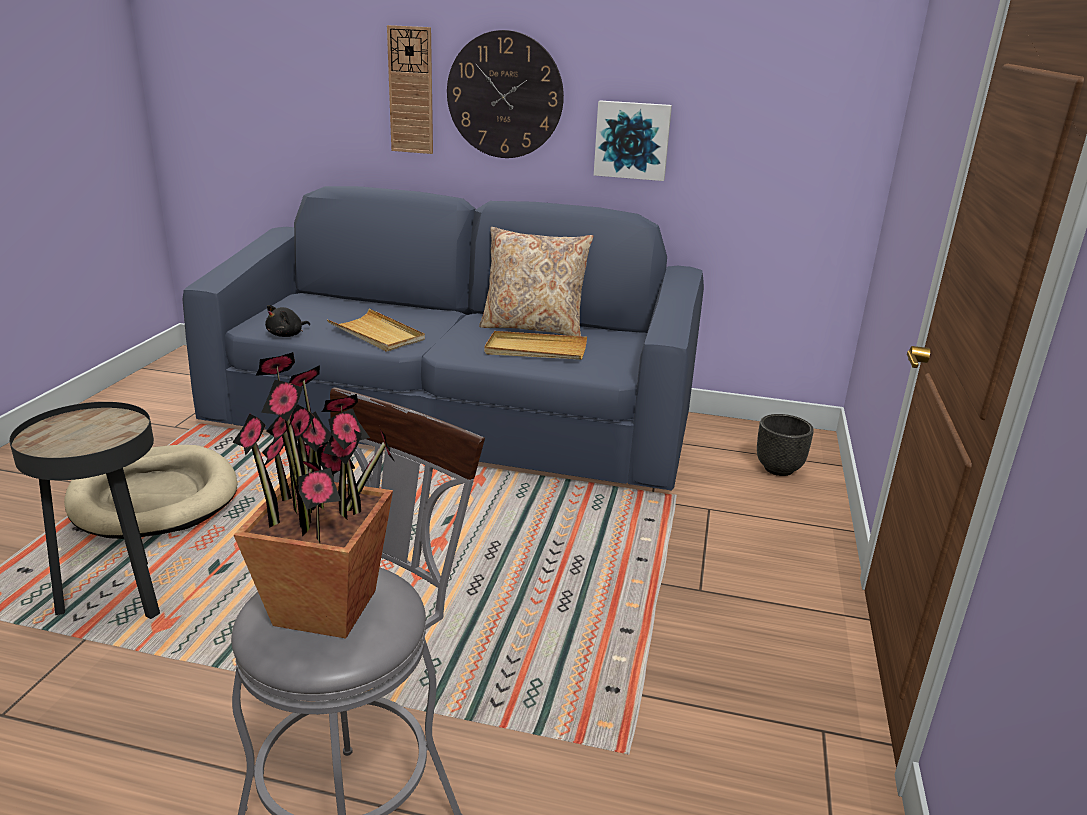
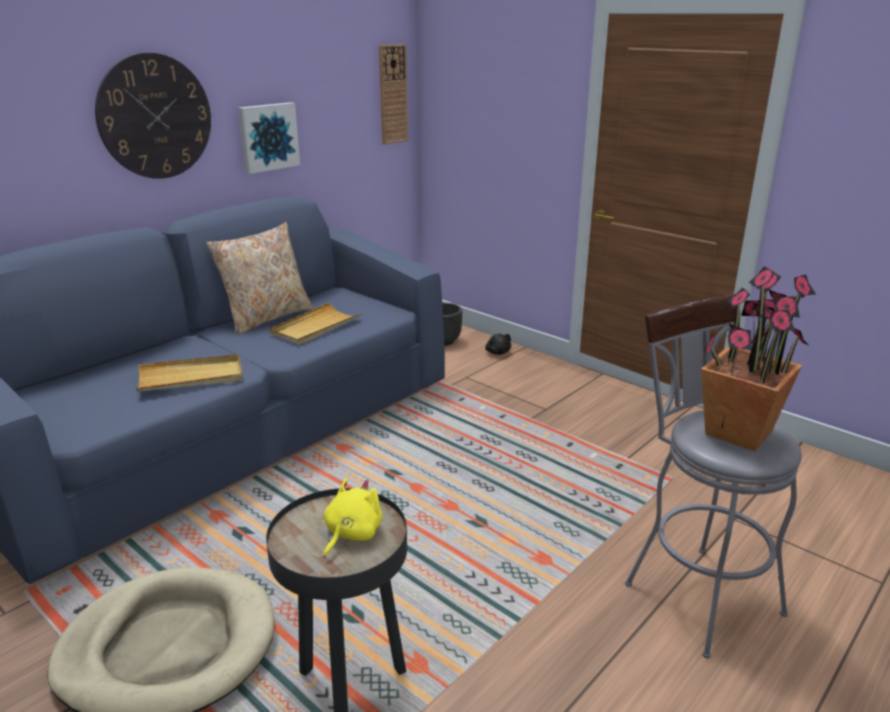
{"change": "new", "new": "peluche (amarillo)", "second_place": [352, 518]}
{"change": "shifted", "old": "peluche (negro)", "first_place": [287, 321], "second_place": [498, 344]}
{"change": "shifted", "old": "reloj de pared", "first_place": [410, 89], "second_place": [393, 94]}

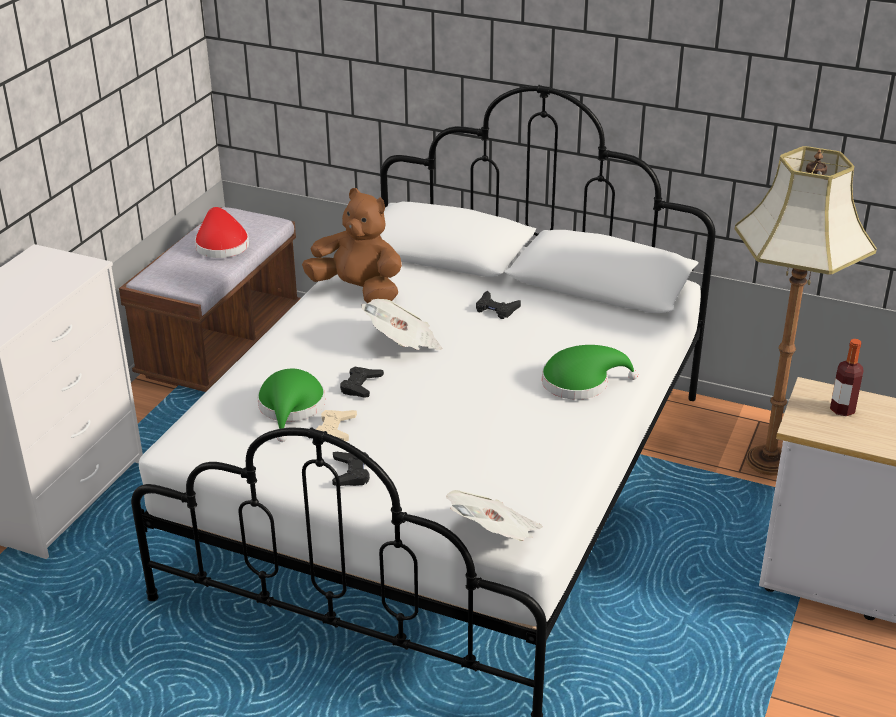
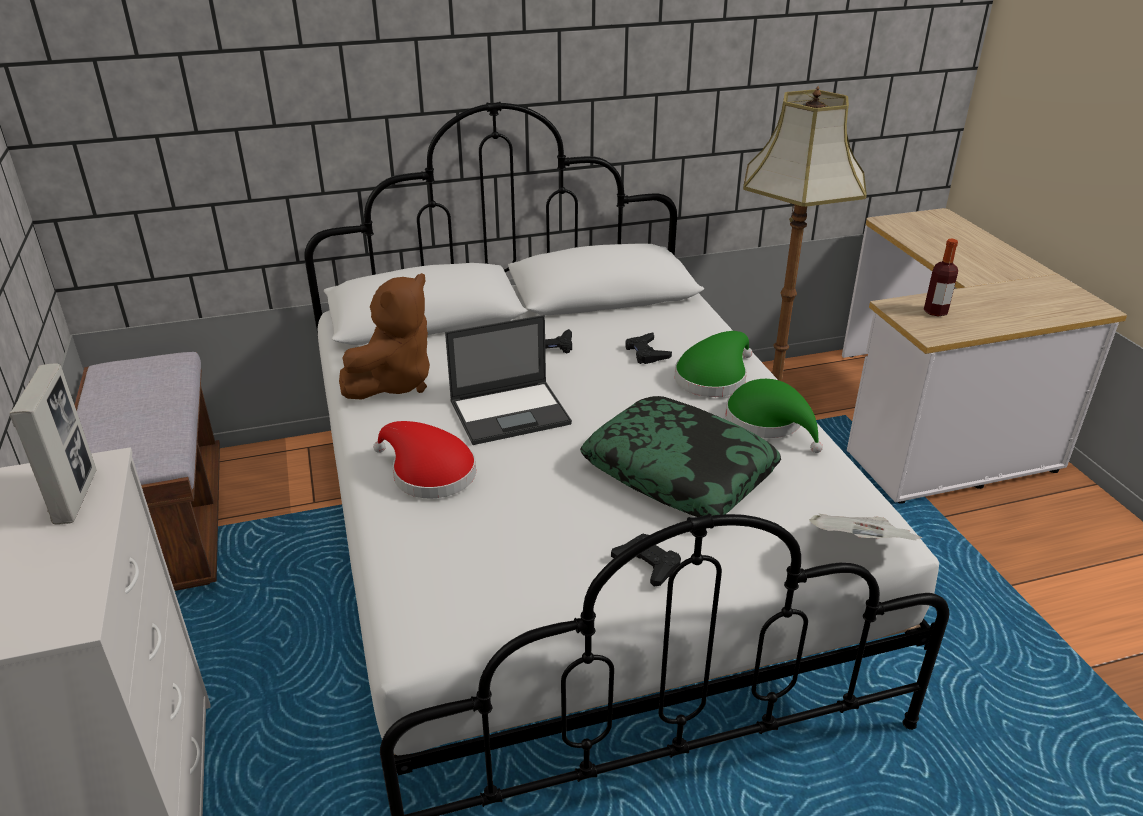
{"change": "gone", "old": "mando de consola (beis)", "first_place": [336, 425]}
{"change": "new", "new": "portarretratos", "second_place": [53, 443]}
{"change": "new", "new": "cojín", "second_place": [680, 456]}
{"change": "shifted", "old": "sombrero (rojo)", "first_place": [222, 232], "second_place": [424, 460]}
{"change": "shifted", "old": "sombrero (verde)", "first_place": [291, 405], "second_place": [774, 416]}
{"change": "shifted", "old": "mando de consola (negro)", "first_place": [362, 382], "second_place": [648, 348]}
{"change": "swapped", "old": "periódico", "new": "portátil", "first_place": [401, 324], "second_place": [508, 380]}
{"change": "rotated", "old": "peluche (marrón)", "first_place": [352, 245], "second_place": [384, 336], "degrees": 135}

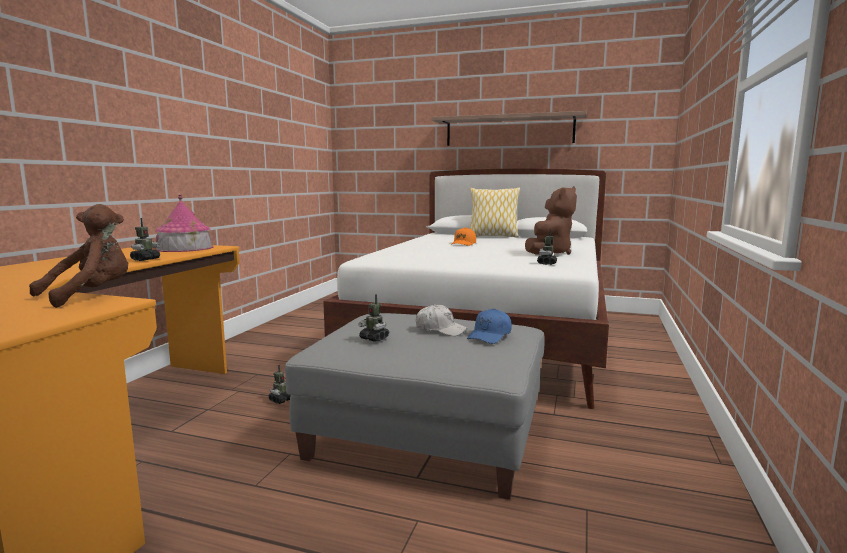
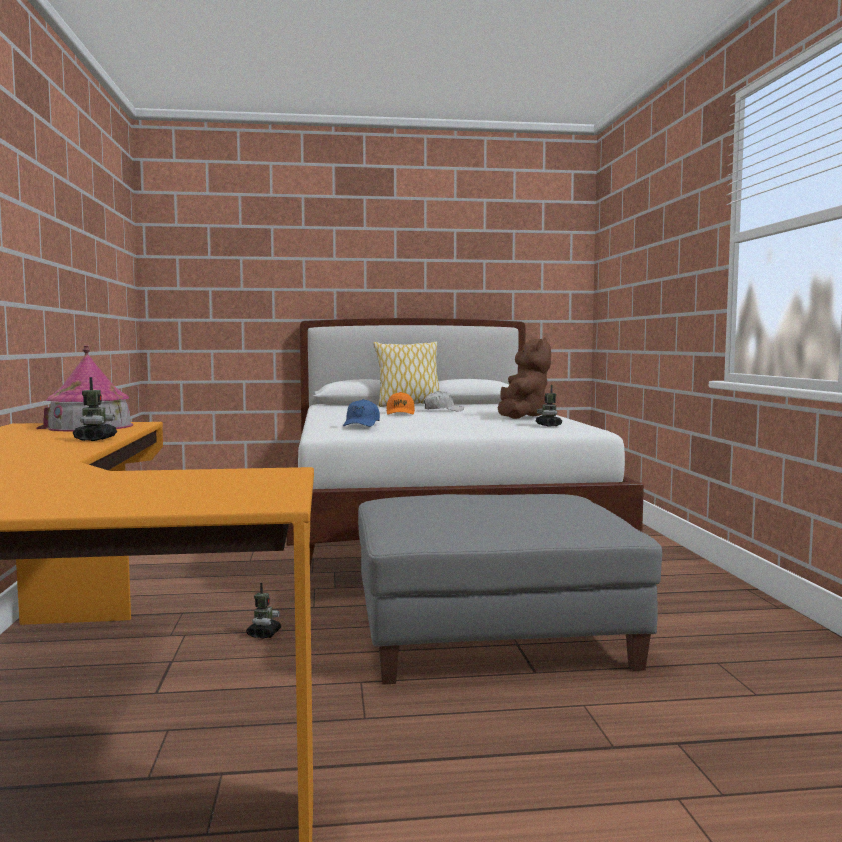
{"change": "gone", "old": "peluche (marrón)", "first_place": [78, 256]}
{"change": "gone", "old": "robot de juguete", "first_place": [373, 318]}
{"change": "gone", "old": "estante", "first_place": [509, 128]}
{"change": "shifted", "old": "gorra (blanco)", "first_place": [441, 320], "second_place": [444, 401]}
{"change": "shifted", "old": "gorra (azul)", "first_place": [489, 326], "second_place": [361, 413]}

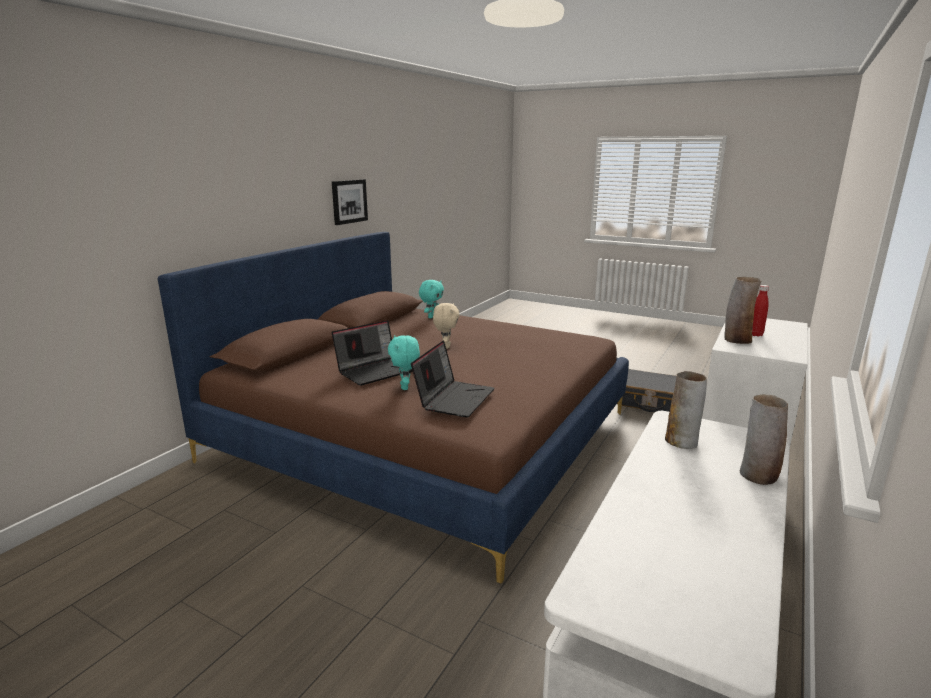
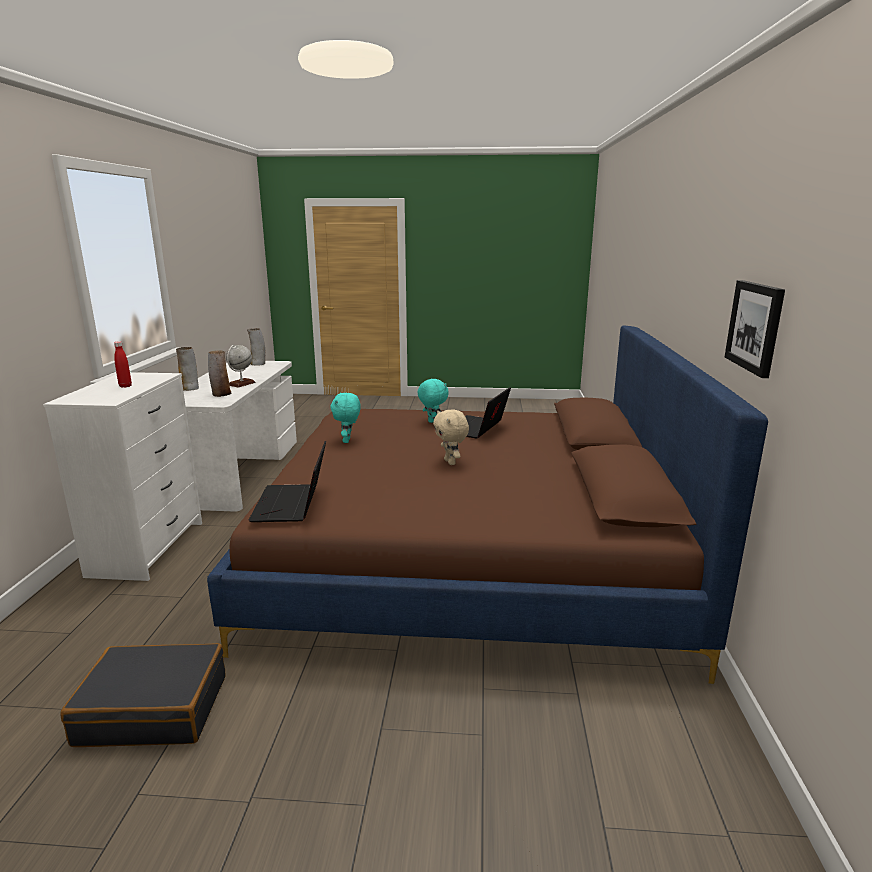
{"change": "new", "new": "globo terráqueo", "second_place": [241, 366]}
{"change": "shifted", "old": "portátil", "first_place": [452, 379], "second_place": [287, 481]}
{"change": "shifted", "old": "peluche (turquesa)", "first_place": [431, 299], "second_place": [345, 418]}
{"change": "shifted", "old": "florero", "first_place": [742, 310], "second_place": [256, 347]}

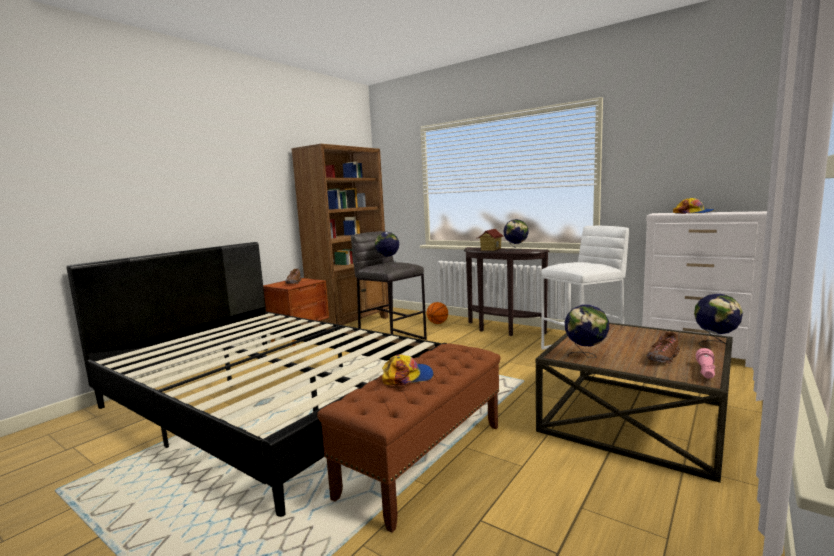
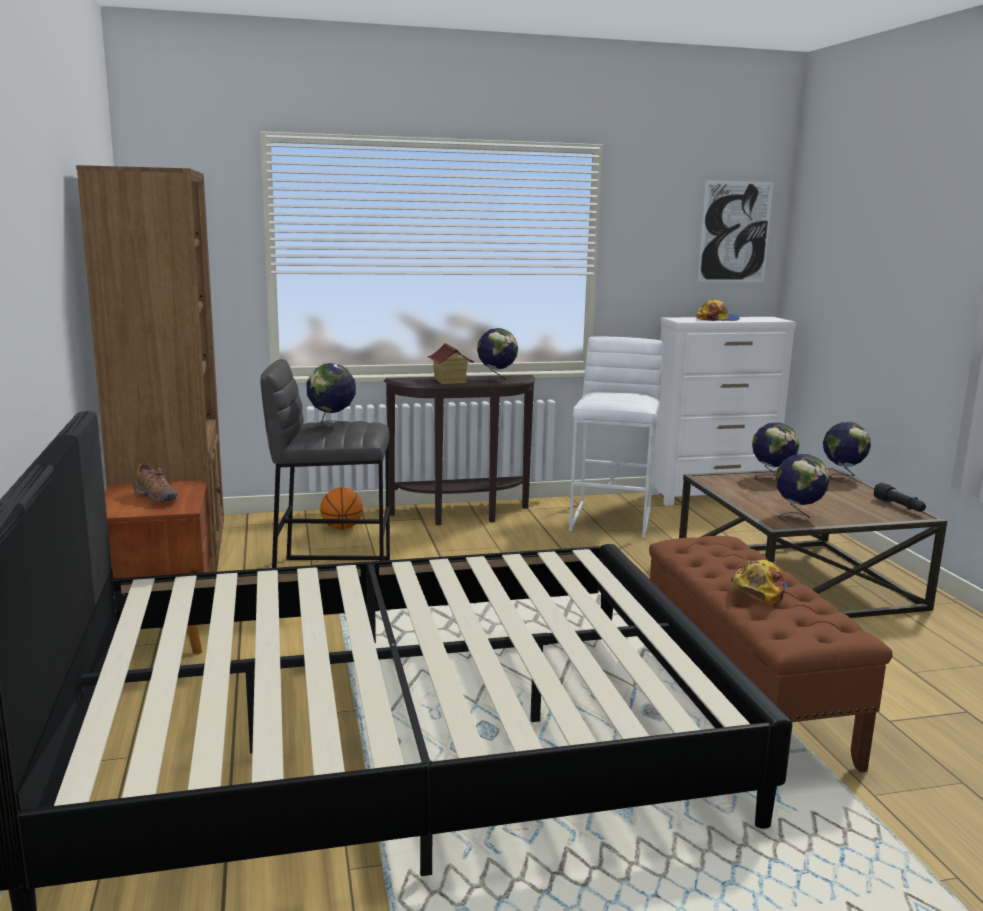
{"change": "gone", "old": "zapato (marrón)", "first_place": [663, 348]}
{"change": "new", "new": "cuadro", "second_place": [735, 231]}
{"change": "new", "new": "globo terráqueo", "second_place": [775, 452]}
{"change": "repainted", "old": "linterna (rosa)", "new": "linterna (negro)", "first_place": [705, 363], "second_place": [899, 497]}

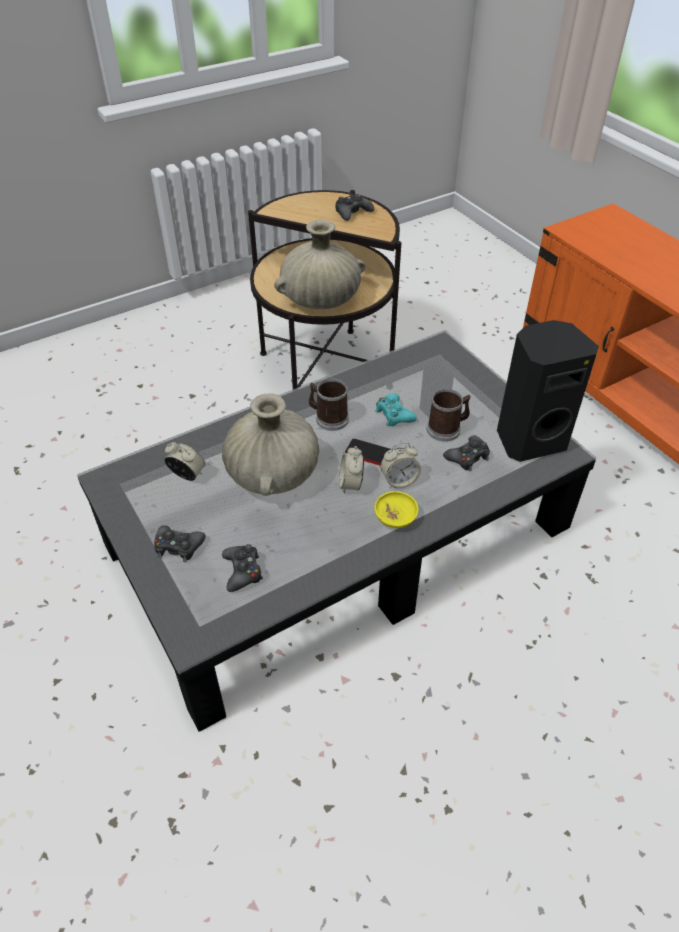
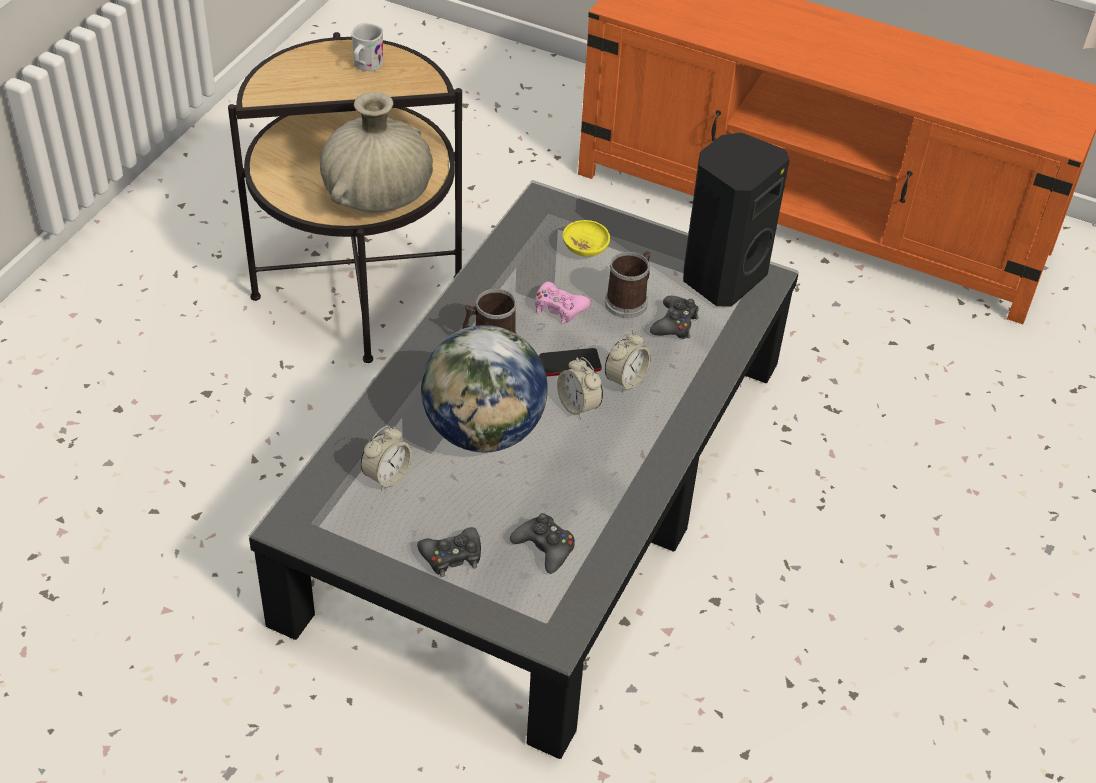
{"change": "shifted", "old": "cuenco (amarillo)", "first_place": [396, 509], "second_place": [586, 238]}
{"change": "swapped", "old": "florero (beis)", "new": "globo terráqueo", "first_place": [270, 445], "second_place": [484, 389]}
{"change": "swapped", "old": "mando de consola (negro)", "new": "taza grande (blanco)", "first_place": [354, 207], "second_place": [367, 47]}
{"change": "repainted", "old": "mando de consola (turquesa)", "new": "mando de consola (rosa)", "first_place": [396, 409], "second_place": [563, 303]}
{"change": "rotated", "old": "despertador", "first_place": [185, 461], "second_place": [386, 457], "degrees": 135}

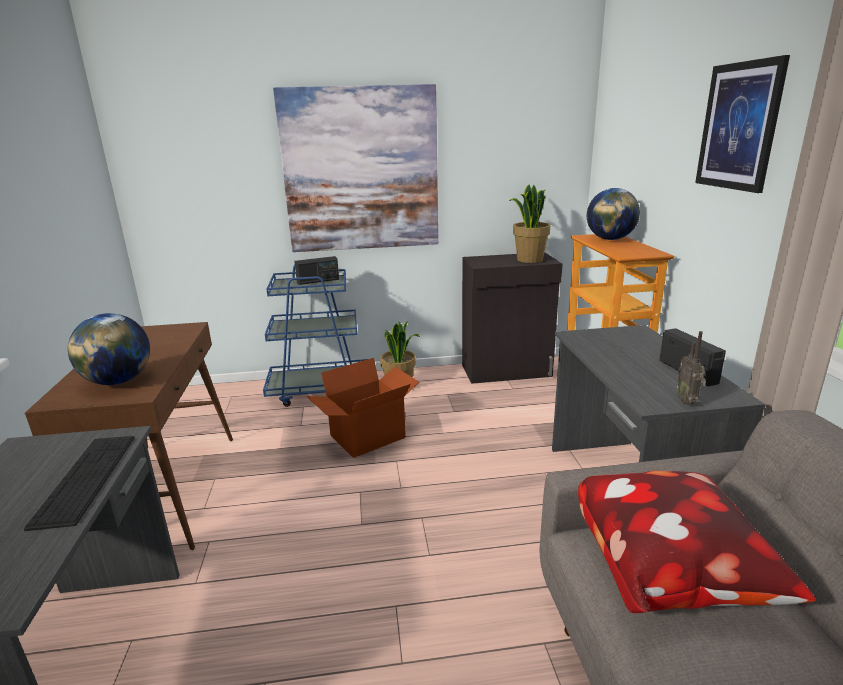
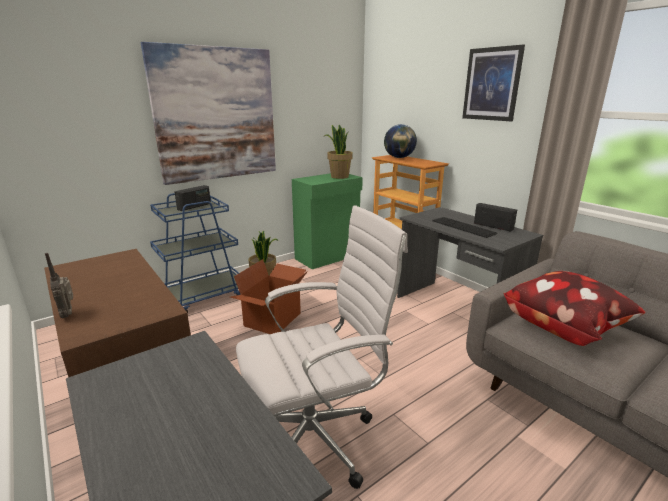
{"change": "gone", "old": "globo terráqueo", "first_place": [109, 349]}
{"change": "new", "new": "silla de oficina (blanco)", "second_place": [322, 347]}
{"change": "shifted", "old": "teclado", "first_place": [79, 483], "second_place": [465, 227]}
{"change": "shifted", "old": "radio", "first_place": [691, 368], "second_place": [59, 285]}
{"change": "repainted", "old": "armario (negro)", "new": "armario (verde)", "first_place": [512, 318], "second_place": [327, 221]}

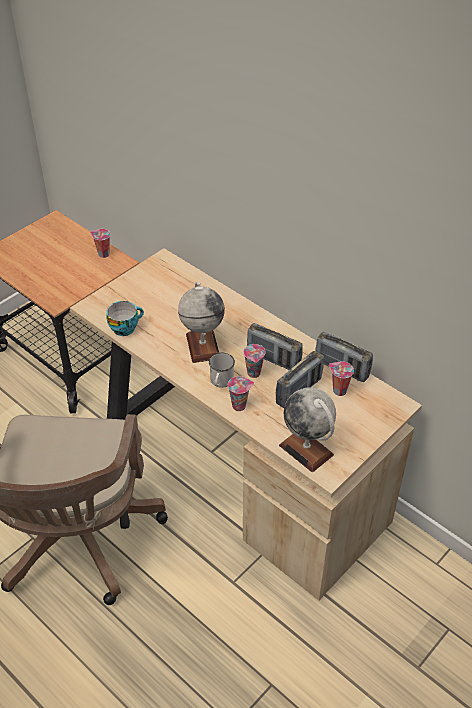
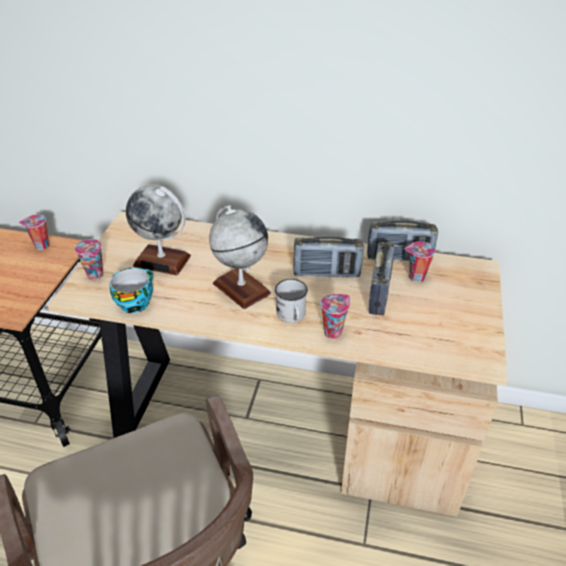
{"change": "shifted", "old": "taza", "first_place": [254, 361], "second_place": [89, 259]}
{"change": "shifted", "old": "globo terráqueo", "first_place": [307, 429], "second_place": [158, 229]}

